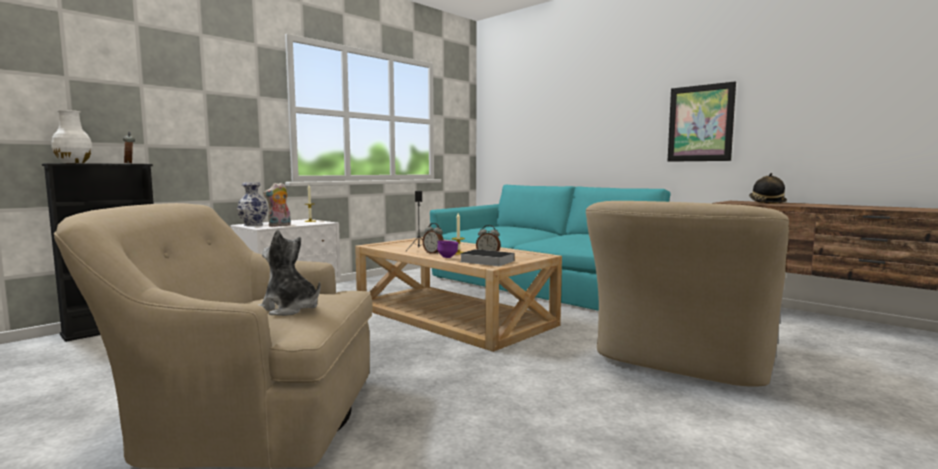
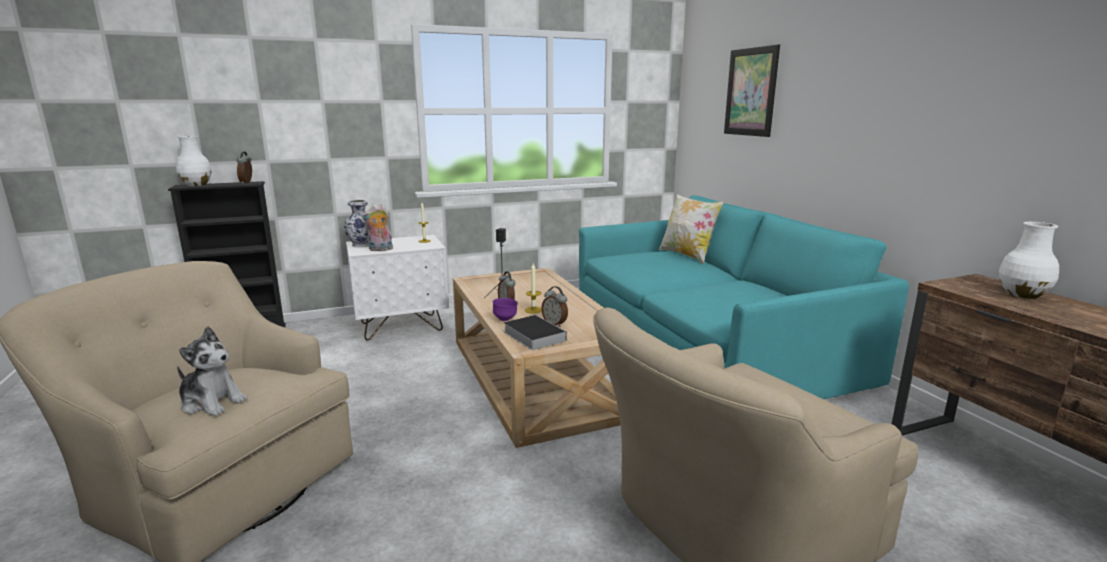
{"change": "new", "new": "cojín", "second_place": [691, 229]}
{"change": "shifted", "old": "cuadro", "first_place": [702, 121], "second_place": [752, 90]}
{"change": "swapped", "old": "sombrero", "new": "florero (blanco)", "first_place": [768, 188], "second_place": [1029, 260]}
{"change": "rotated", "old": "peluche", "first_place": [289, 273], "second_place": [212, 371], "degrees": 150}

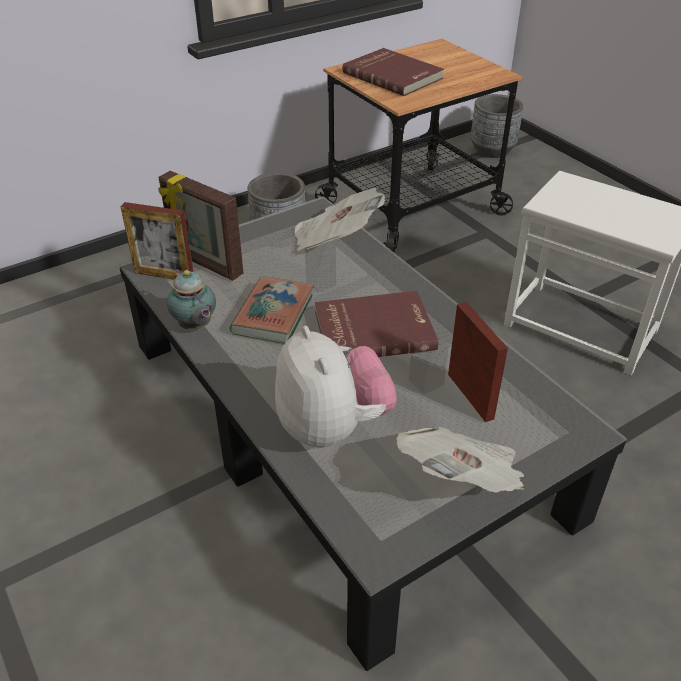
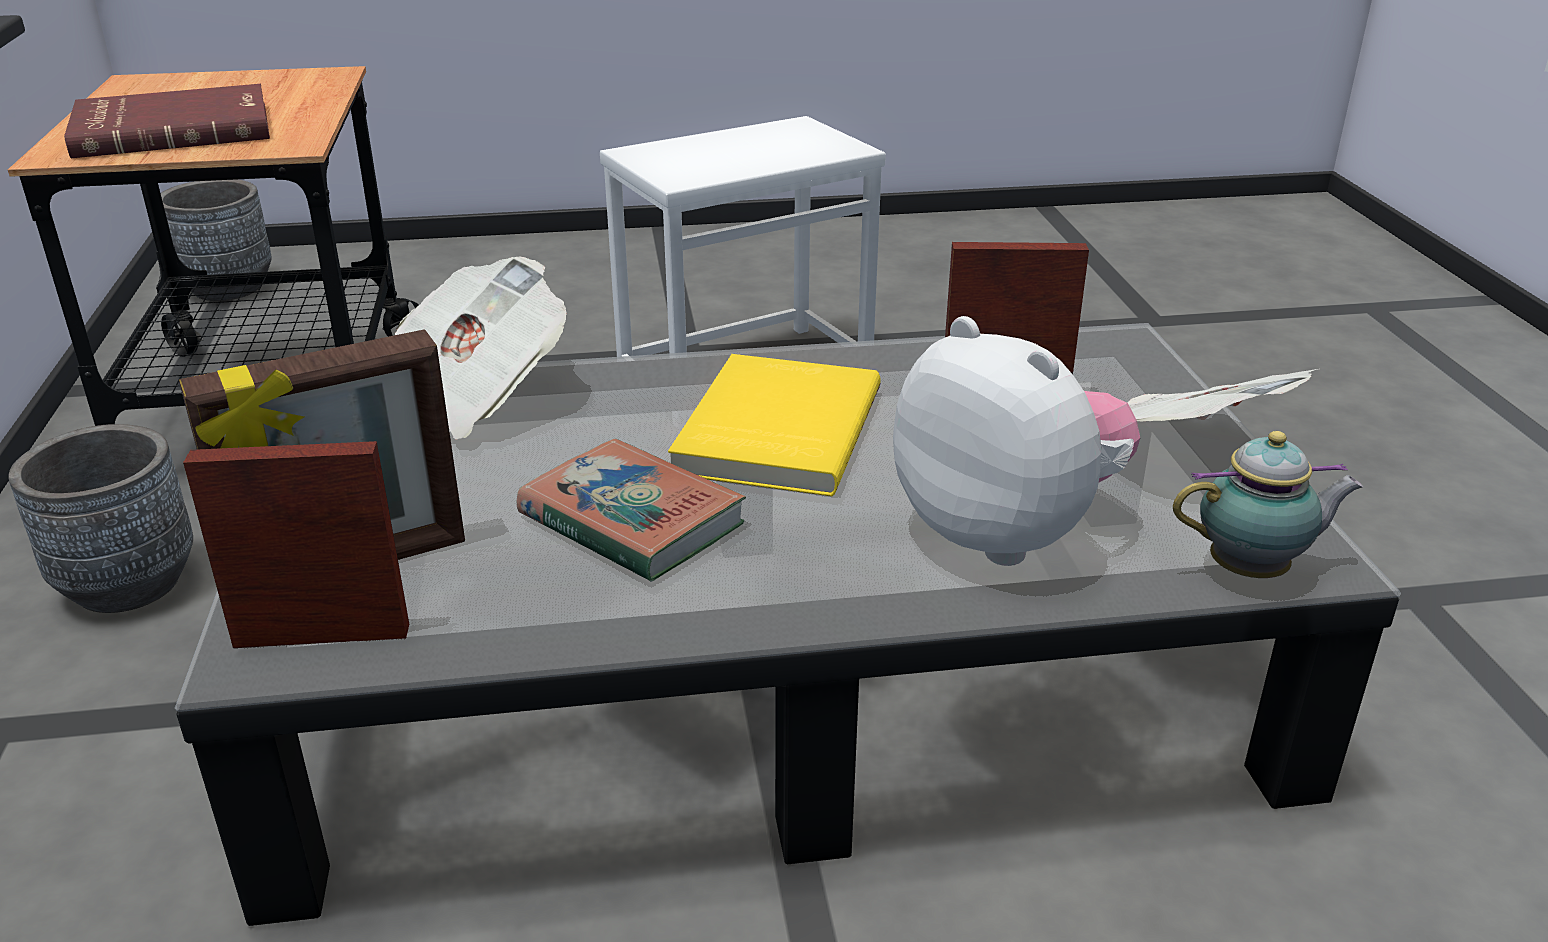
{"change": "shifted", "old": "tetera", "first_place": [191, 299], "second_place": [1268, 504]}
{"change": "repainted", "old": "libro (rojo)", "new": "libro (amarillo)", "first_place": [377, 324], "second_place": [774, 425]}
{"change": "rotated", "old": "portarretratos", "first_place": [156, 241], "second_place": [296, 544], "degrees": -135}
{"change": "rotated", "old": "peluche", "first_place": [336, 386], "second_place": [1016, 441], "degrees": 45}

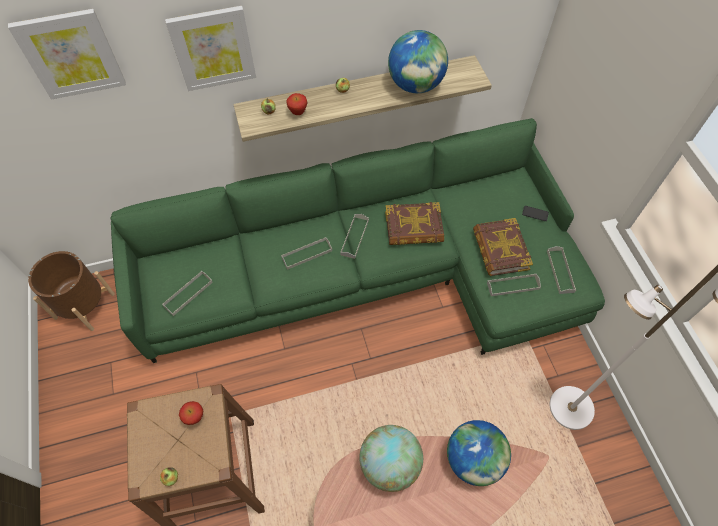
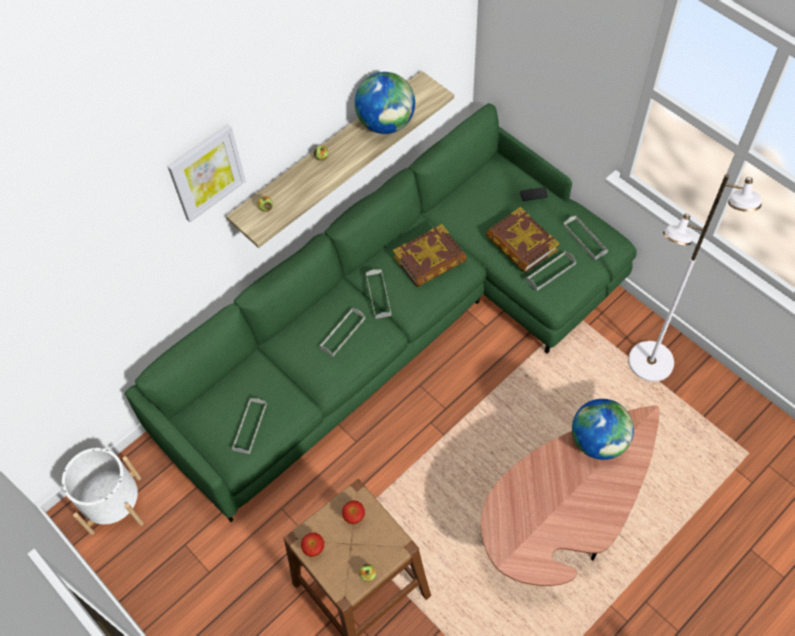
{"change": "gone", "old": "cuadro", "first_place": [67, 54]}
{"change": "gone", "old": "globo terráqueo", "first_place": [391, 458]}
{"change": "shifted", "old": "manzana", "first_place": [296, 104], "second_place": [312, 544]}
{"change": "repainted", "old": "maceta (marrón)", "new": "maceta (blanco)", "first_place": [71, 291], "second_place": [102, 491]}

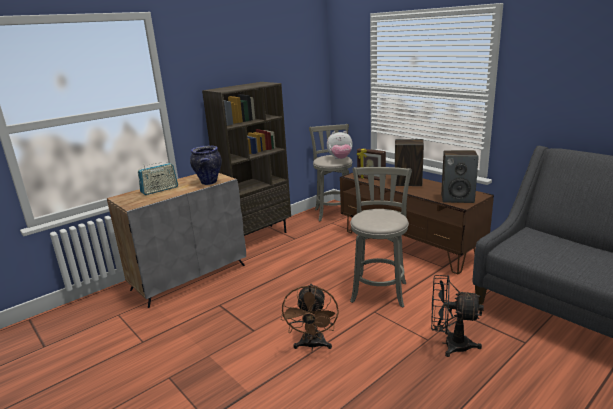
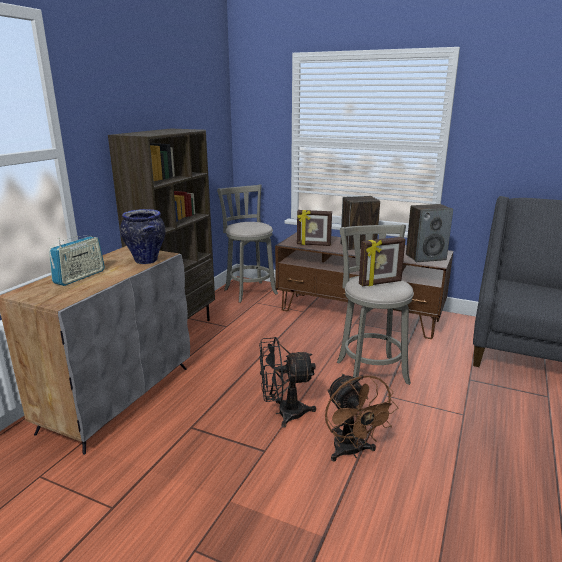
{"change": "gone", "old": "peluche", "first_place": [340, 145]}
{"change": "new", "new": "portarretratos", "second_place": [382, 261]}
{"change": "shifted", "old": "ventilador (negro)", "first_place": [457, 316], "second_place": [287, 382]}

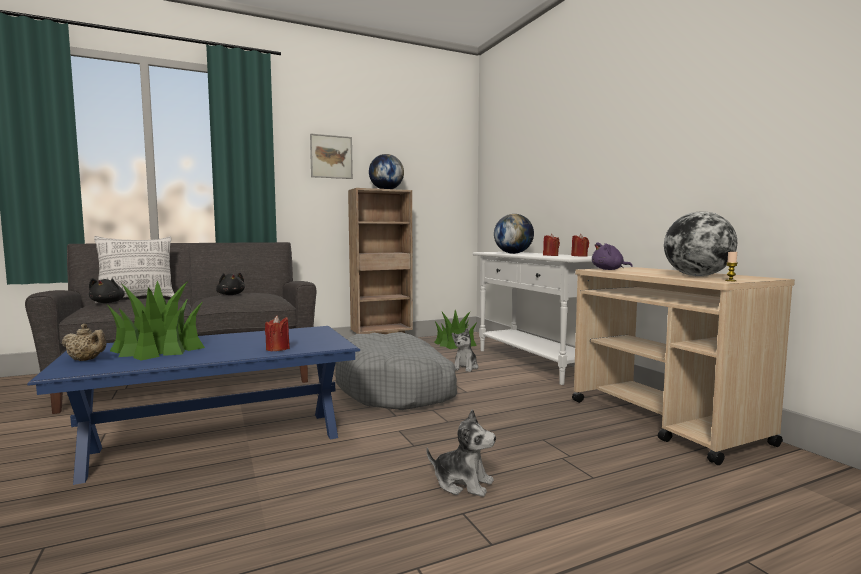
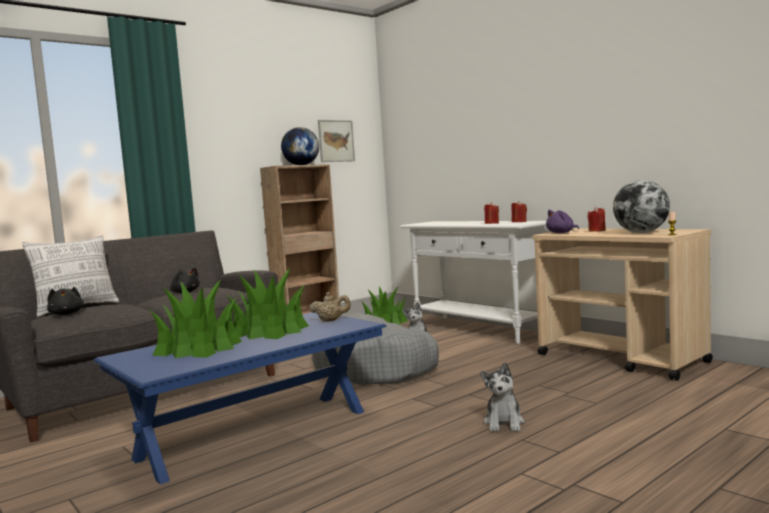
{"change": "gone", "old": "globo terráqueo", "first_place": [514, 234]}
{"change": "new", "new": "planta en maceta", "second_place": [268, 304]}
{"change": "shifted", "old": "tetera (beis)", "first_place": [84, 342], "second_place": [330, 307]}
{"change": "shifted", "old": "vela (rojo)", "first_place": [277, 333], "second_place": [596, 219]}
{"change": "shifted", "old": "cuadro", "first_place": [331, 156], "second_place": [336, 141]}
{"change": "rotated", "old": "peluche", "first_place": [461, 453], "second_place": [502, 397], "degrees": 90}

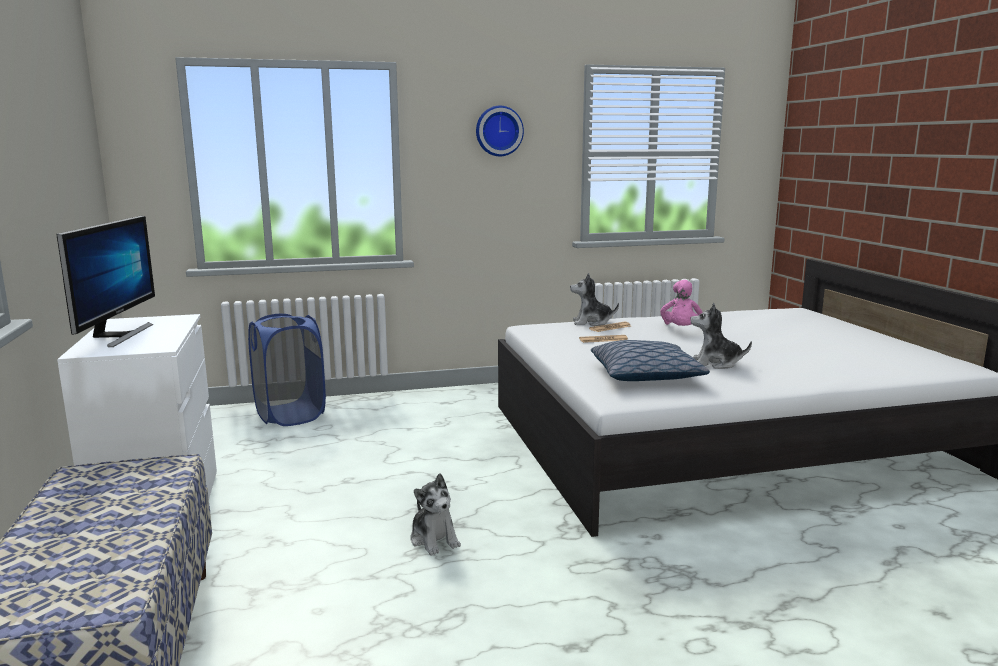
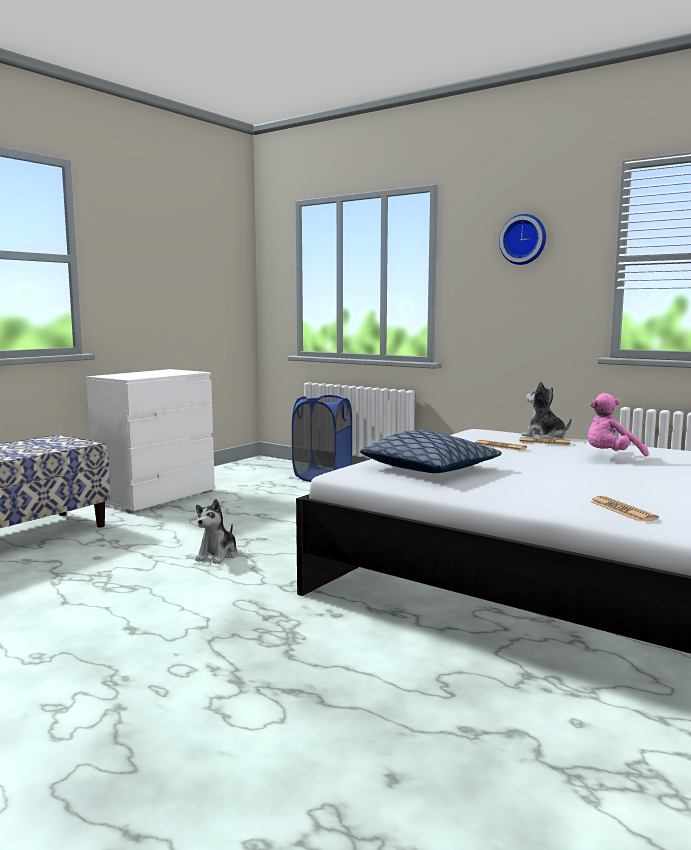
{"change": "gone", "old": "monitor", "first_place": [105, 281]}
{"change": "gone", "old": "peluche", "first_place": [721, 336]}
{"change": "new", "new": "periódico", "second_place": [624, 509]}

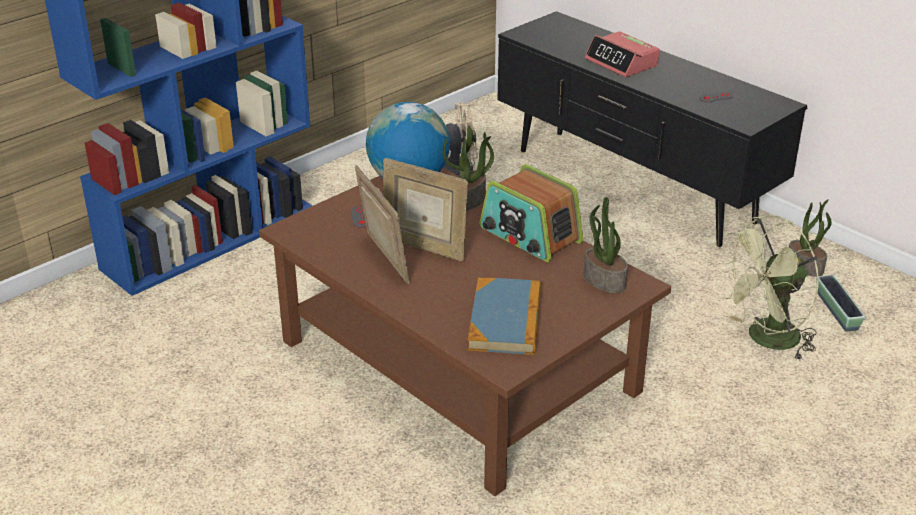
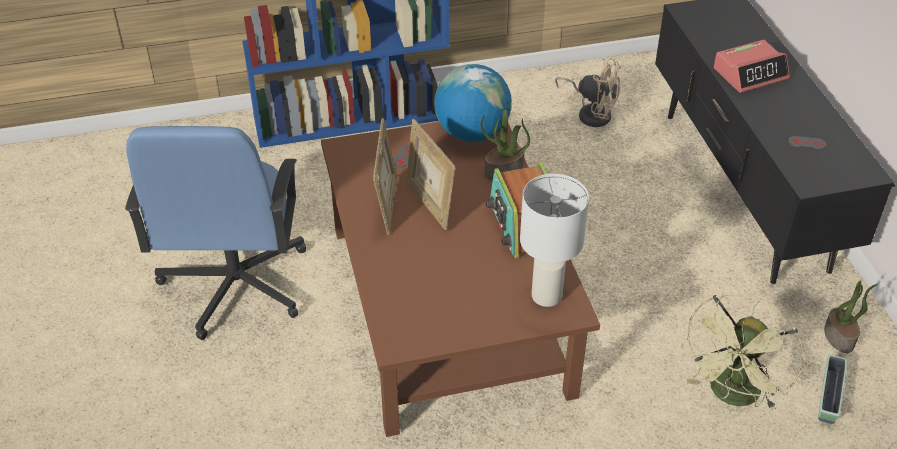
{"change": "gone", "old": "libro", "first_place": [504, 316]}
{"change": "new", "new": "silla de oficina (azul)", "second_place": [215, 233]}
{"change": "swapped", "old": "planta en maceta", "new": "lámpara de mesa (blanco)", "first_place": [606, 245], "second_place": [554, 240]}
{"change": "rotated", "old": "despertador", "first_place": [622, 54], "second_place": [752, 66], "degrees": -105}
{"change": "rotated", "old": "ventilador (verde)", "first_place": [768, 288], "second_place": [742, 352], "degrees": -60}

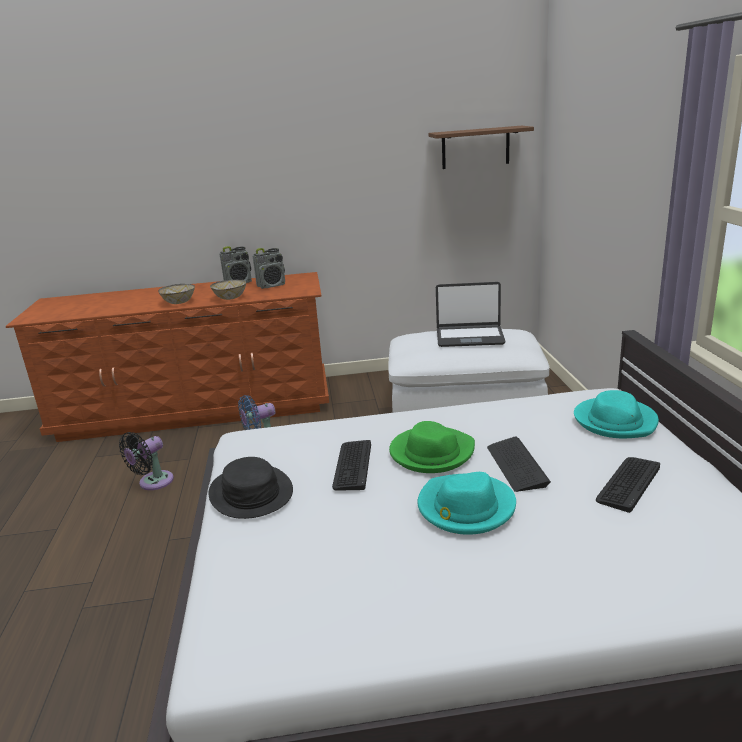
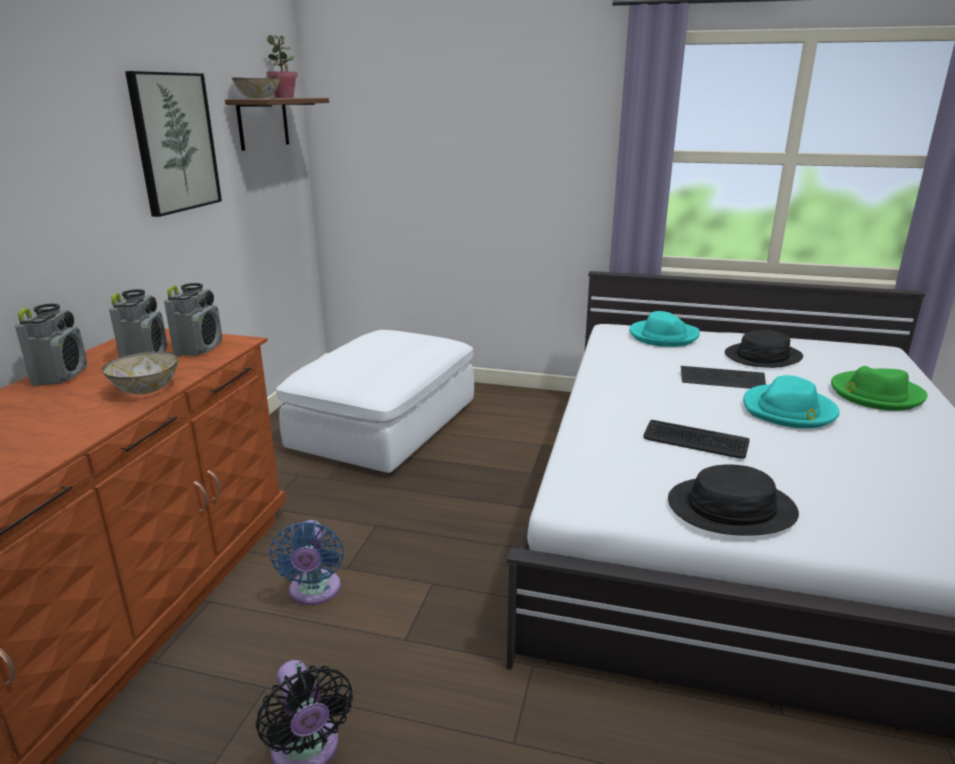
{"change": "gone", "old": "portátil", "first_place": [471, 314]}
{"change": "new", "new": "cuadro", "second_place": [173, 144]}
{"change": "new", "new": "radio", "second_place": [193, 319]}
{"change": "new", "new": "planta en maceta", "second_place": [282, 66]}
{"change": "shifted", "old": "cuenco", "first_place": [176, 294], "second_place": [256, 88]}
{"change": "shifted", "old": "sombrero (verde)", "first_place": [432, 447], "second_place": [879, 388]}
{"change": "swapped", "old": "teclado", "new": "sombrero (negro)", "first_place": [628, 485], "second_place": [764, 349]}

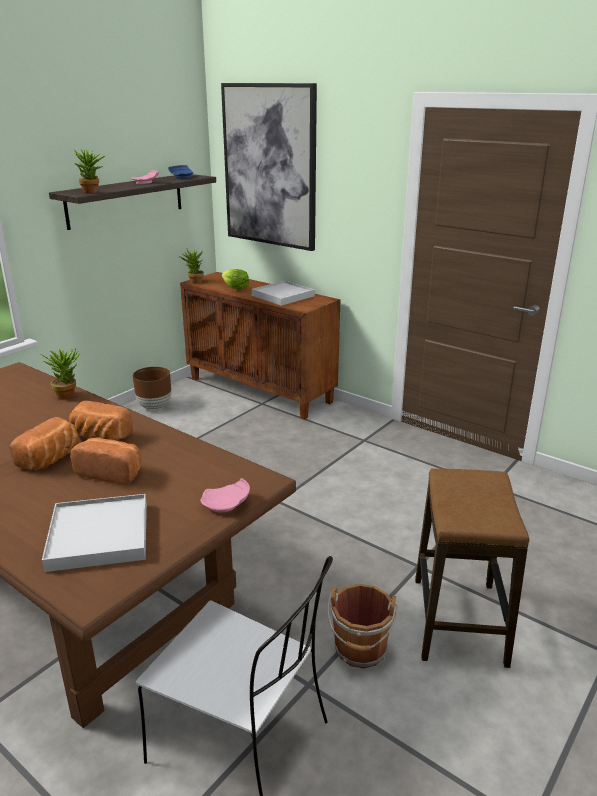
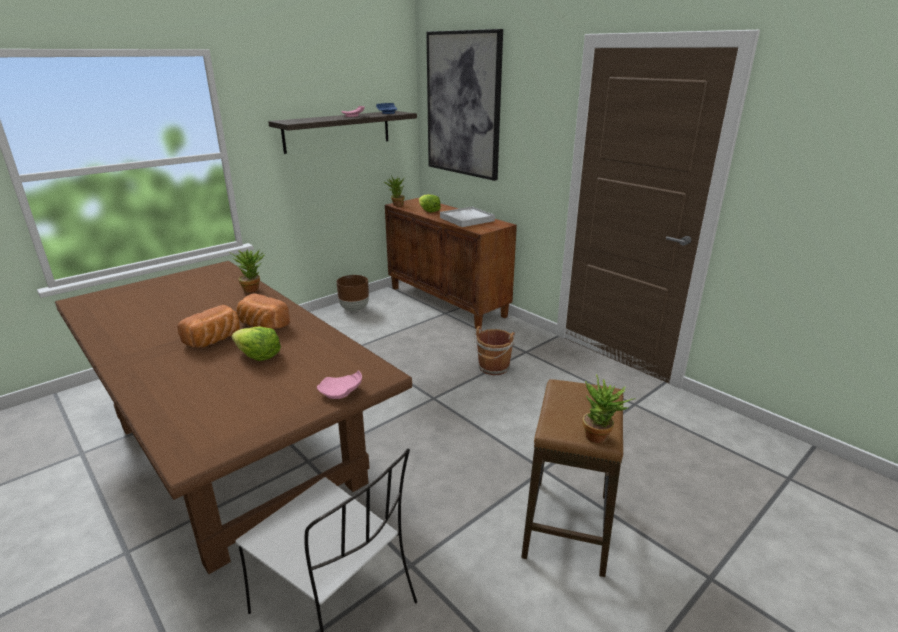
{"change": "gone", "old": "bandeja (blanco)", "first_place": [94, 533]}
{"change": "shifted", "old": "planta en maceta", "first_place": [89, 171], "second_place": [609, 408]}
{"change": "shifted", "old": "cubo (marrón)", "first_place": [362, 626], "second_place": [494, 350]}
{"change": "swapped", "old": "pan", "new": "lechuga", "first_place": [106, 461], "second_place": [256, 343]}

